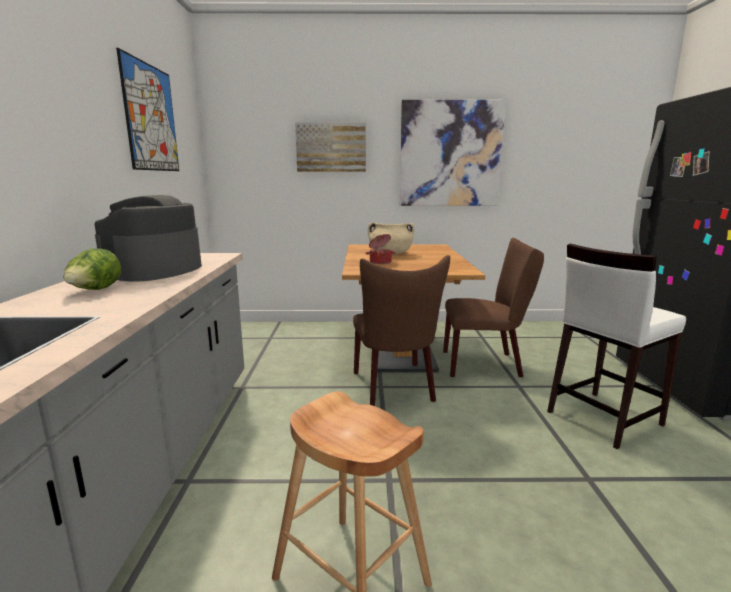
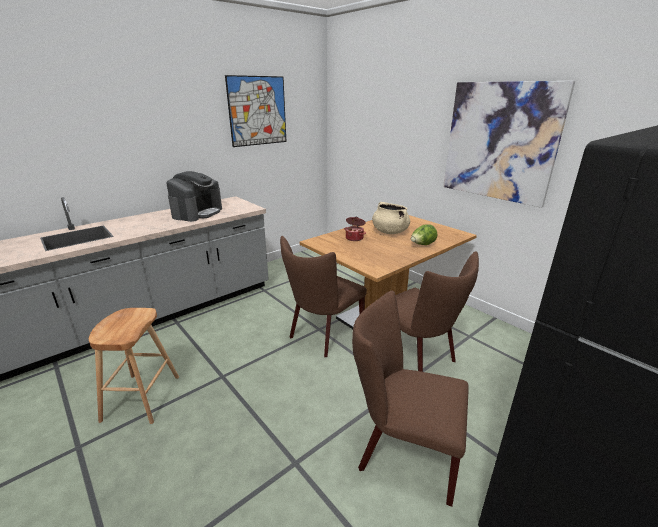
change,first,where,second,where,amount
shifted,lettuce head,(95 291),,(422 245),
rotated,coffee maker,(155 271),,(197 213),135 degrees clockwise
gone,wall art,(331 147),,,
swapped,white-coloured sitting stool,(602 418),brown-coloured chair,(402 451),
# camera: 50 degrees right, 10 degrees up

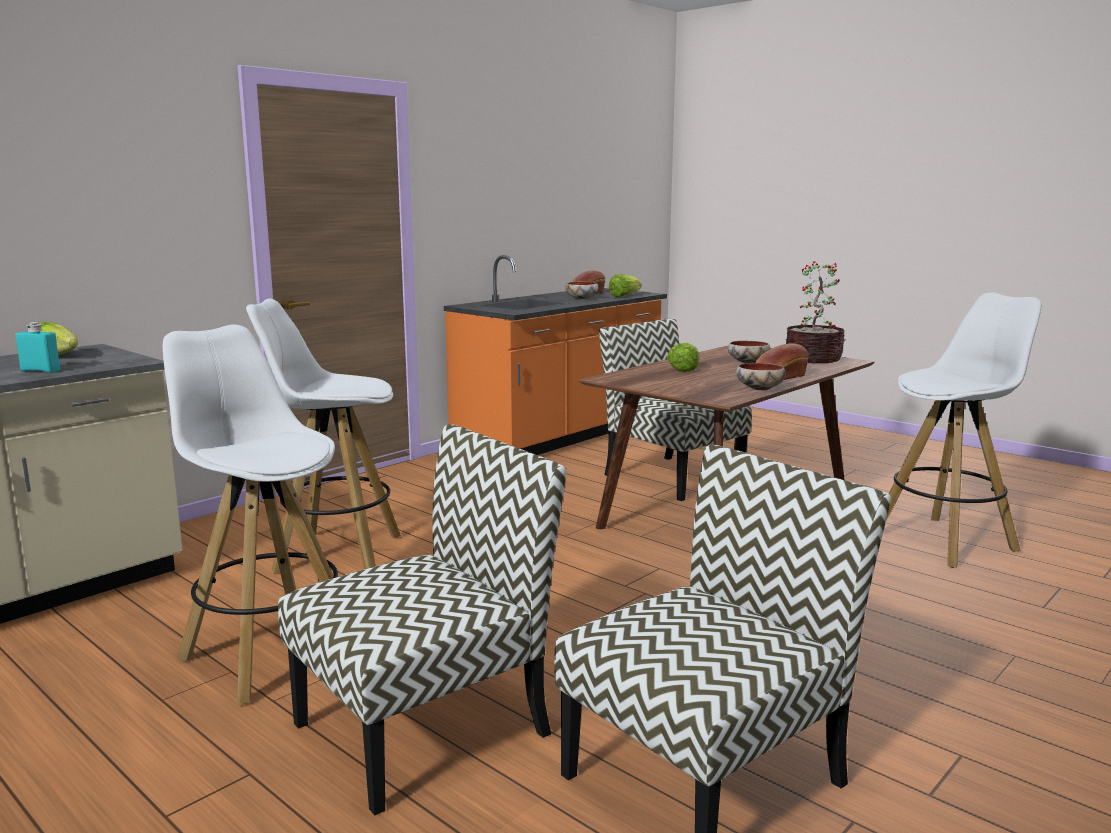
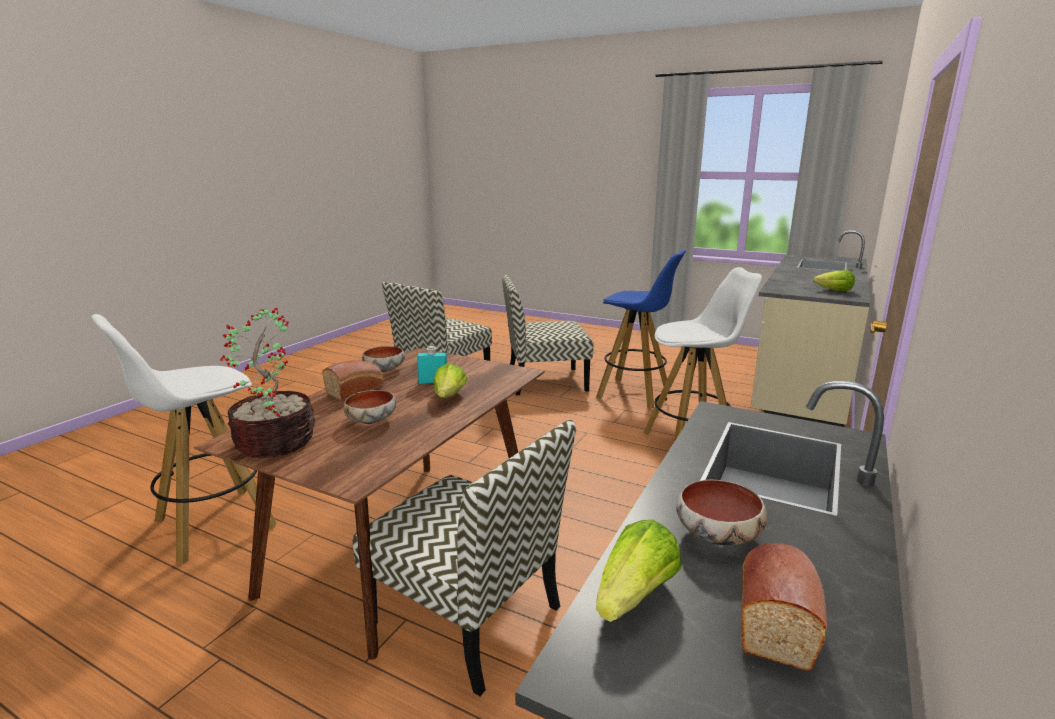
change,first,where,second,where,amount
shifted,turquoise-coloured bottle,(40 370),,(433 382),
repainted,white-coloured sitting stool,(270 654),blue-coloured sitting stool,(635 393),
rotated,chair,(425 726),,(545 381),45 degrees clockwise
# camera: 165 degrees right, 5 degrees up

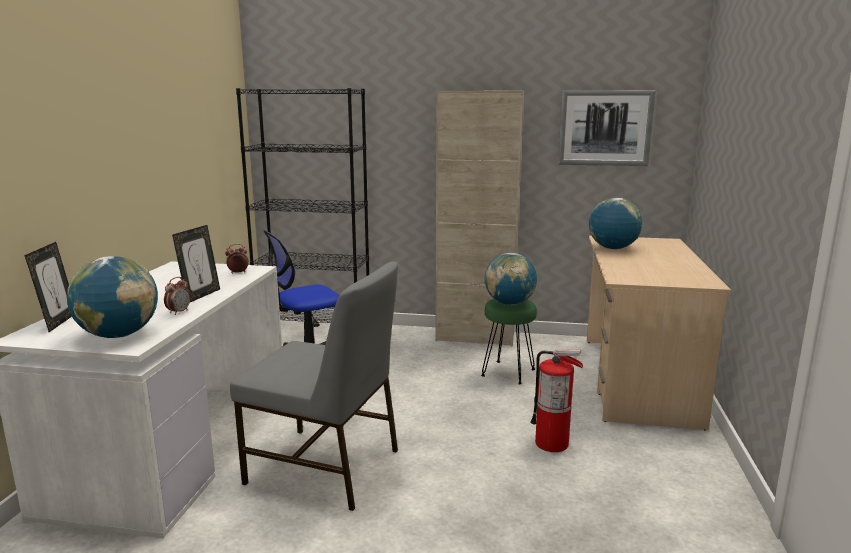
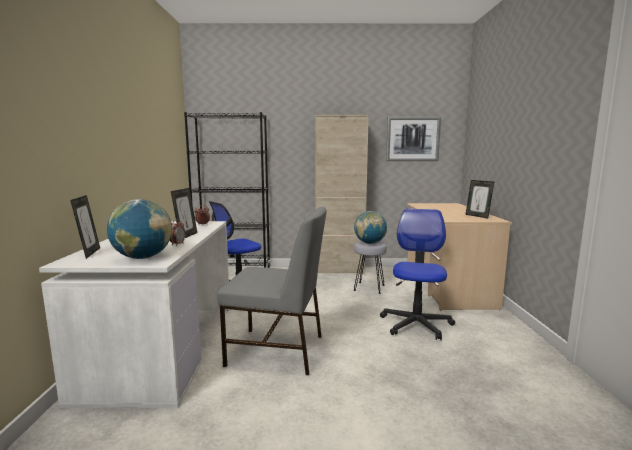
change,first,where,second,where,amount
repainted,green sitting stool,(507 372),gray sitting stool,(368 288),
swapped,extinguisher,(552 443),desk chair,(416 324),
gone,world globe,(613 248),,,
new,,,standing frame,(477 216),
# camera: 10 degrees left, 5 degrees down

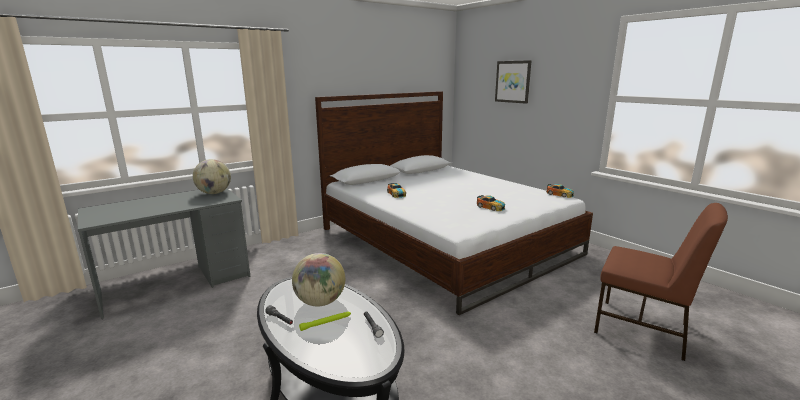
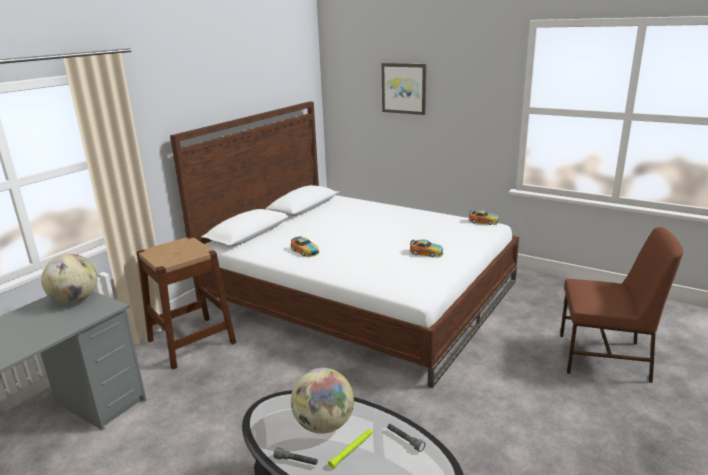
change,first,where,second,where,amount
new,,,brown-coloured sitting stool,(191 342),
# camera: 20 degrees left, 5 degrees up

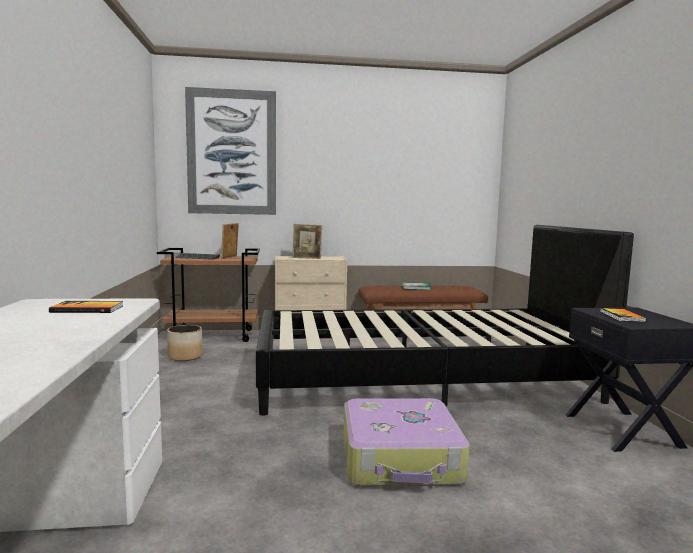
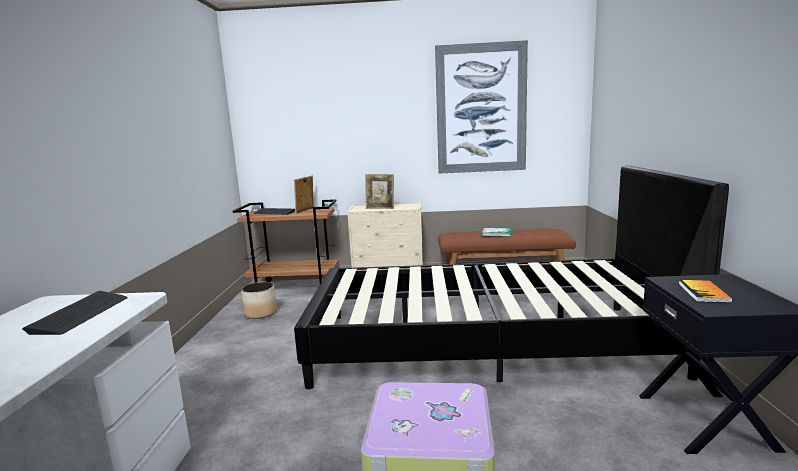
change,first,where,second,where,amount
swapped,volume,(87 309),keyboard,(80 314),
shifted,wall art,(232 152),,(481 109),
# camera: 10 degrees right, 5 degrees up

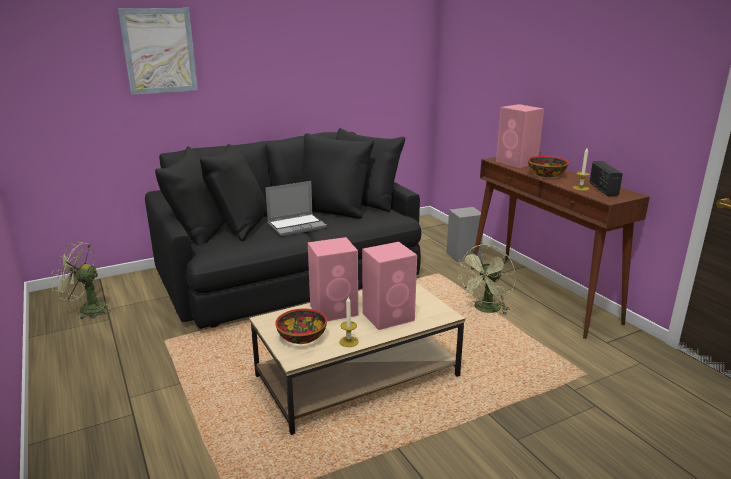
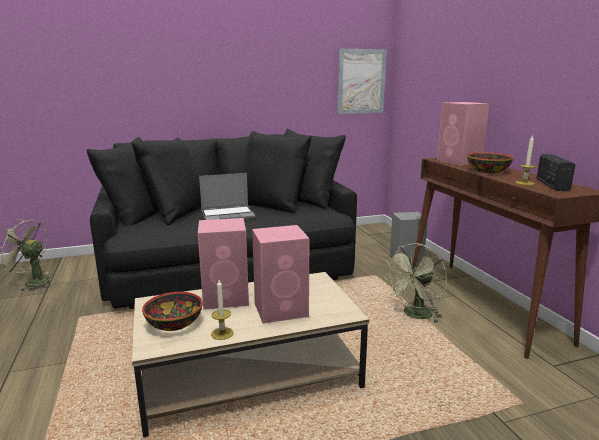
change,first,where,second,where,amount
shifted,wall art,(159 51),,(361 81),
# camera: 10 degrees right, 5 degrees down

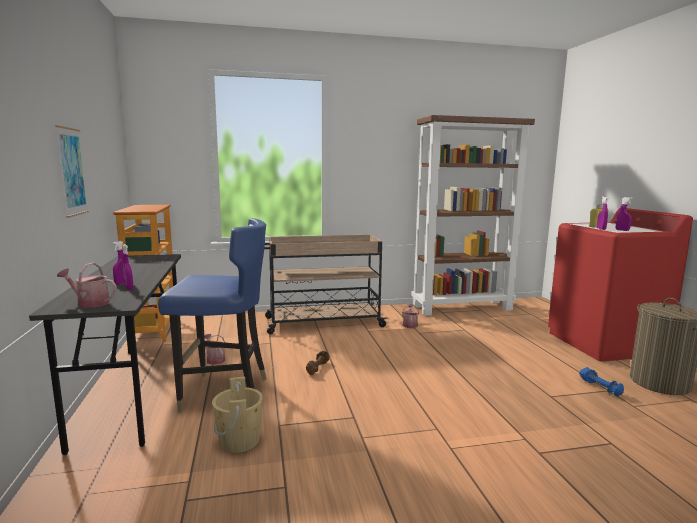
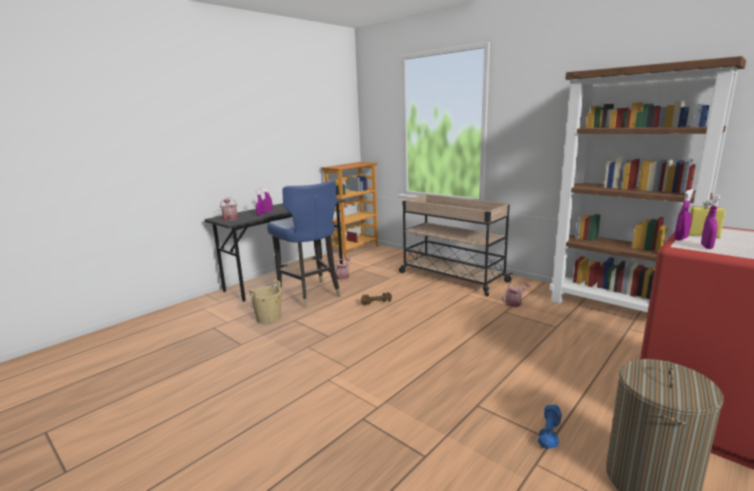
change,first,where,second,where,amount
gone,wall art,(72 172),,,
# camera: 55 degrees right, 5 degrees up

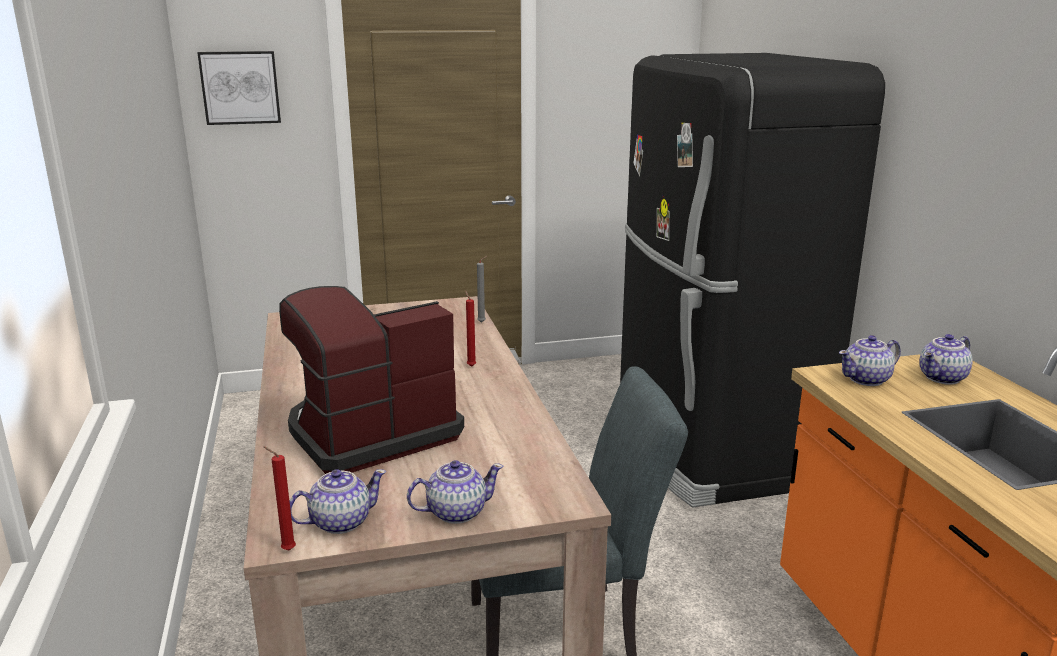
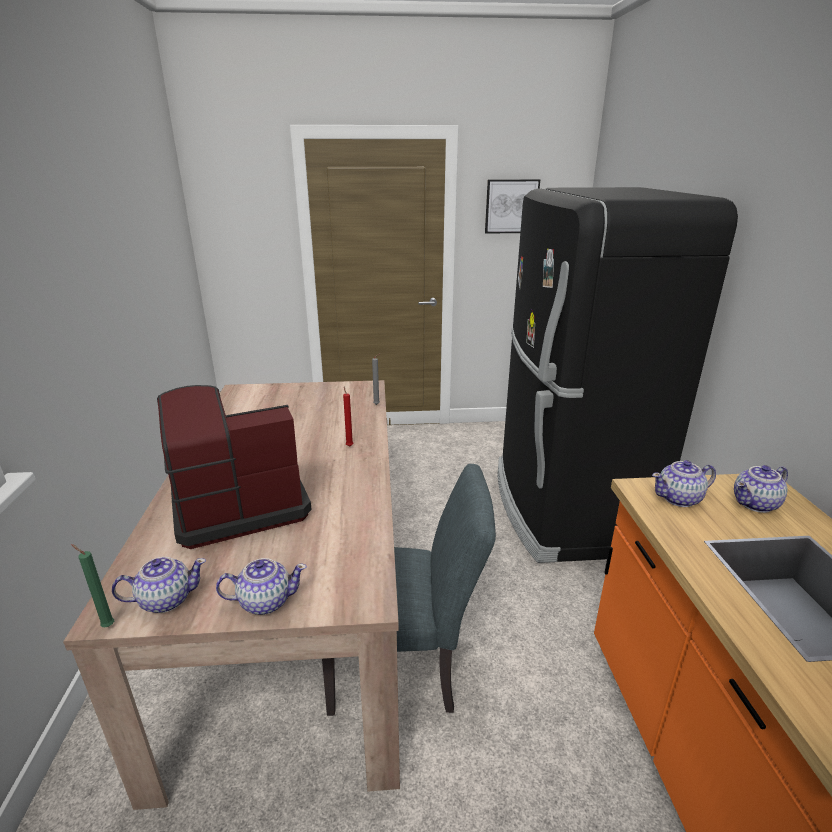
change,first,where,second,where,amount
shifted,wall art,(240 87),,(511 206),
repainted,red-coloured candle,(286 550),green candle,(107 626),
# camera: 10 degrees right, 5 degrees up

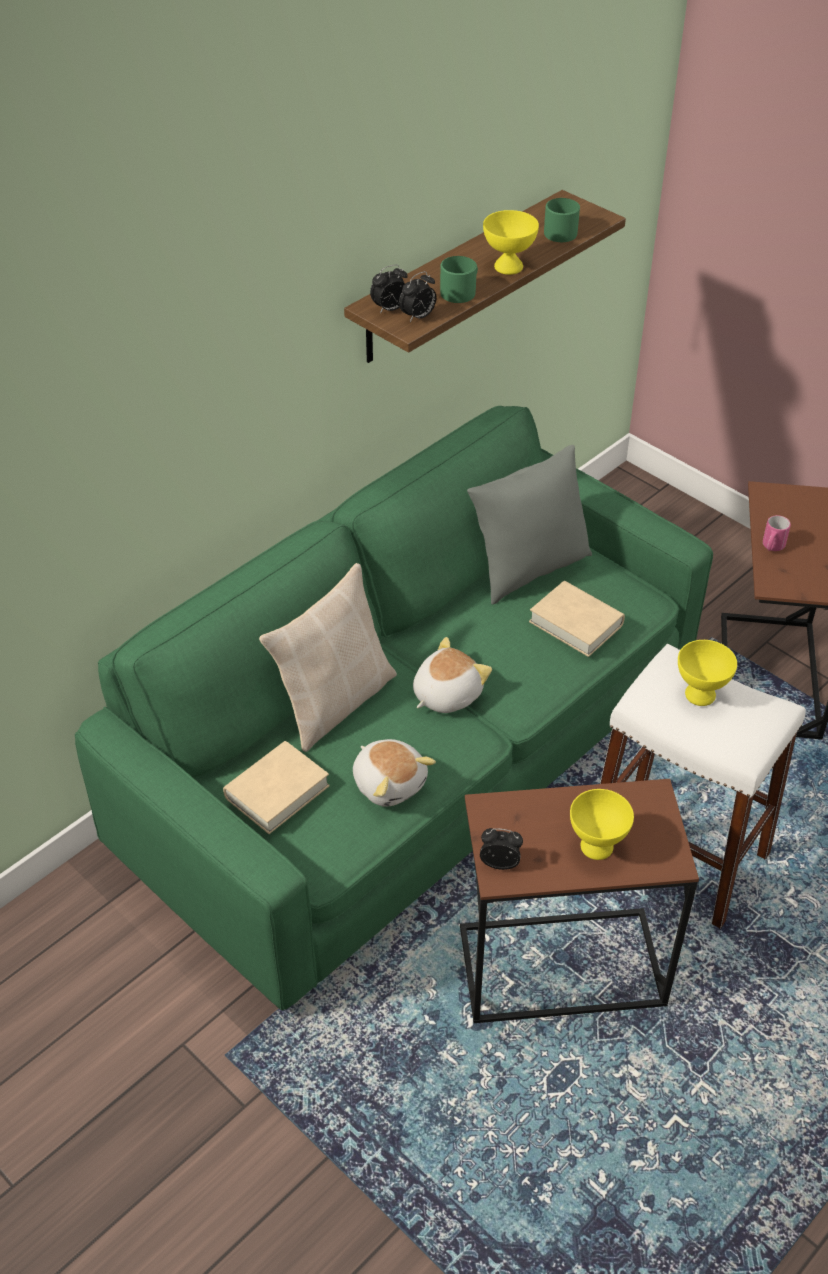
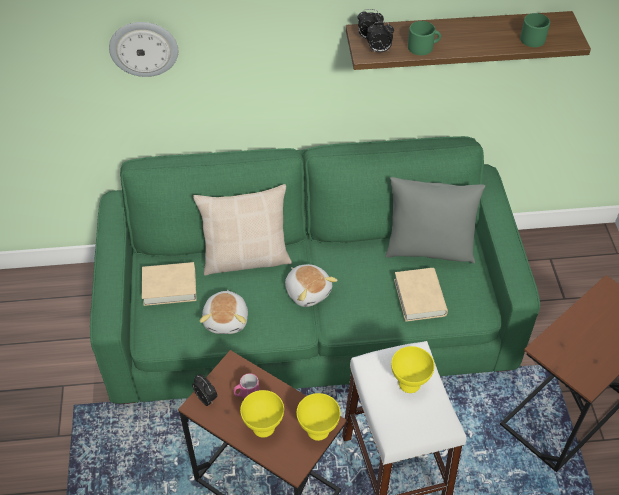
change,first,where,second,where,amount
rotated,cuddly toy,(445 694),,(308 291),60 degrees clockwise
shifted,yellowish bowl,(508 266),,(318 430),
shifted,pinkish tea mug,(772 547),,(246 394),
new,,,hanging clock,(143 48),
# camera: 40 degrees right, 5 degrees up

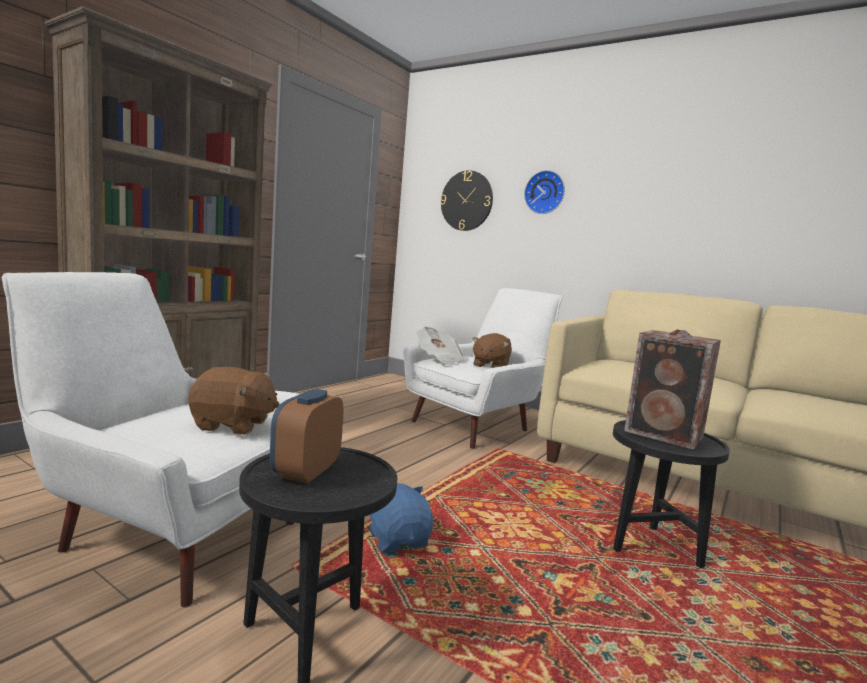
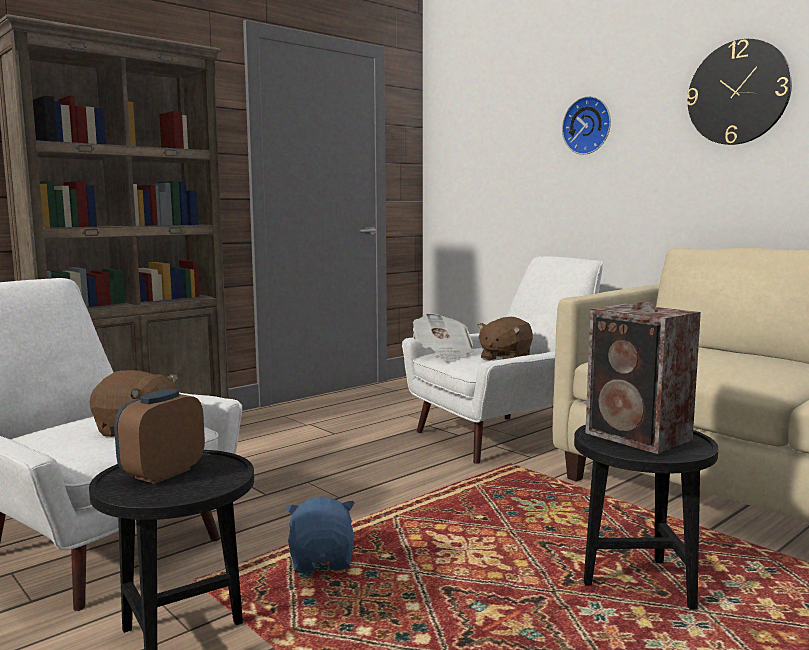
change,first,where,second,where,amount
shifted,hanging clock,(466 201),,(738 92),
# camera: 15 degrees right, 0 degrees up

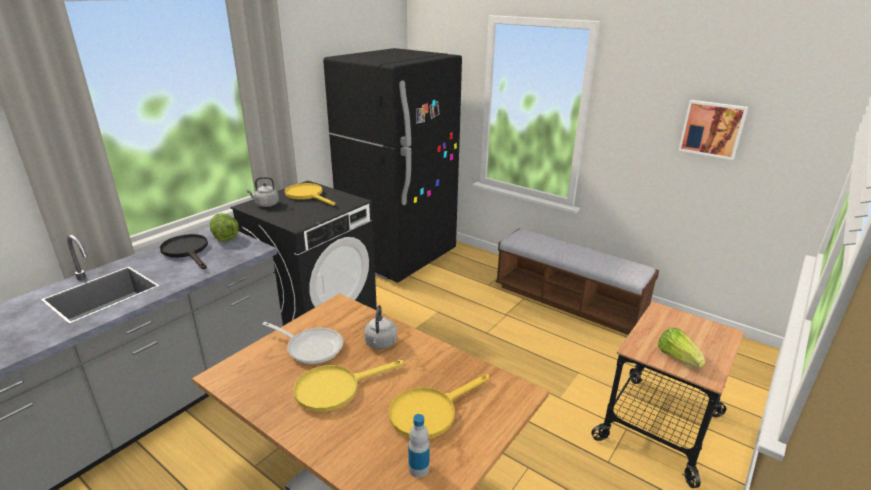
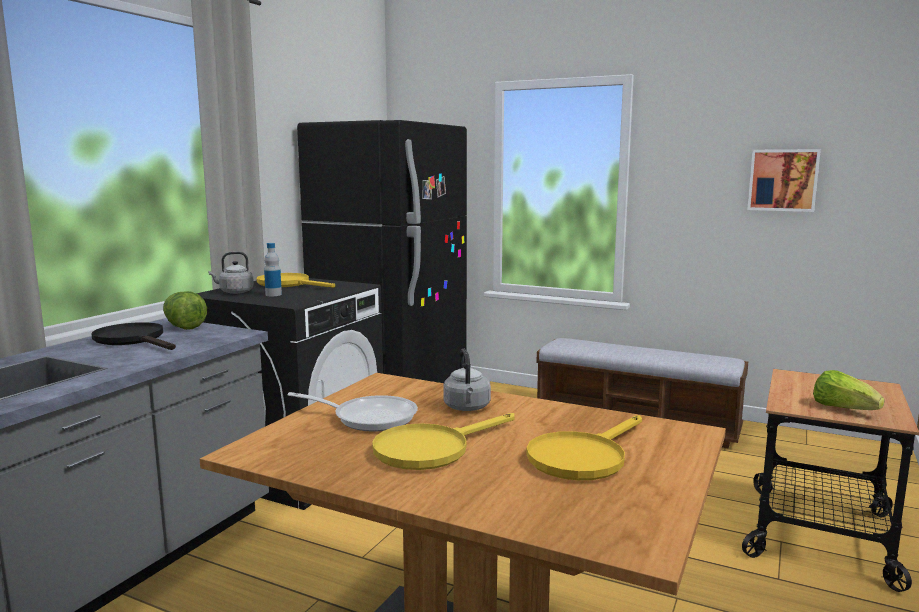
change,first,where,second,where,amount
shifted,bottle,(419 468),,(273 294),
# camera: 10 degrees left, 15 degrees down

